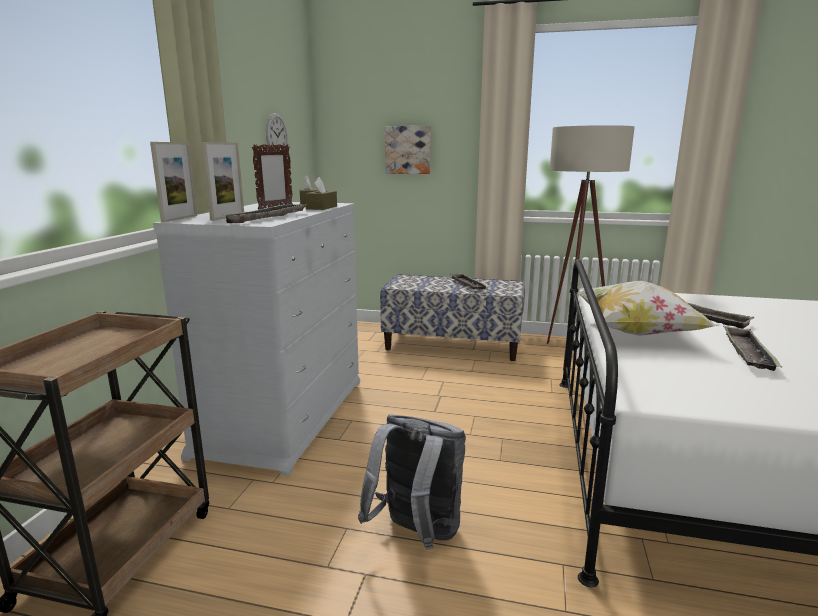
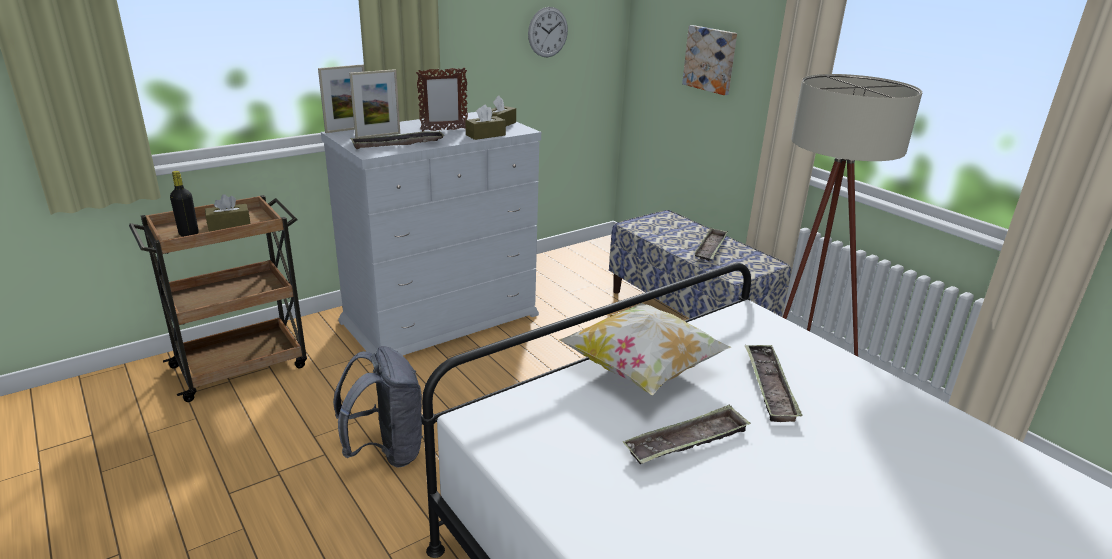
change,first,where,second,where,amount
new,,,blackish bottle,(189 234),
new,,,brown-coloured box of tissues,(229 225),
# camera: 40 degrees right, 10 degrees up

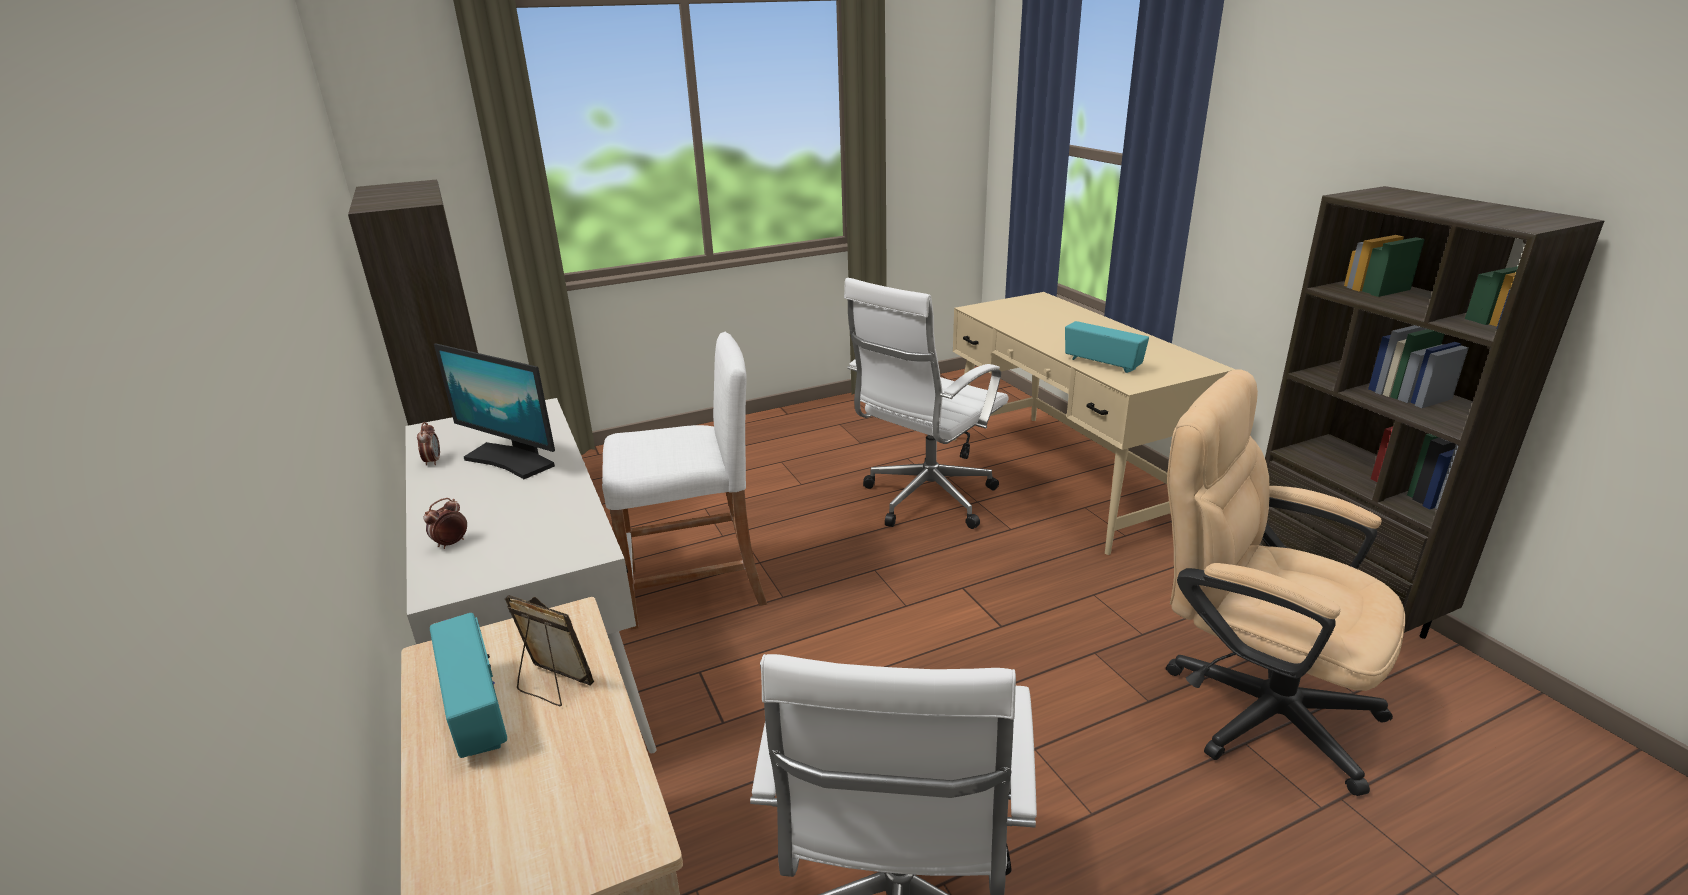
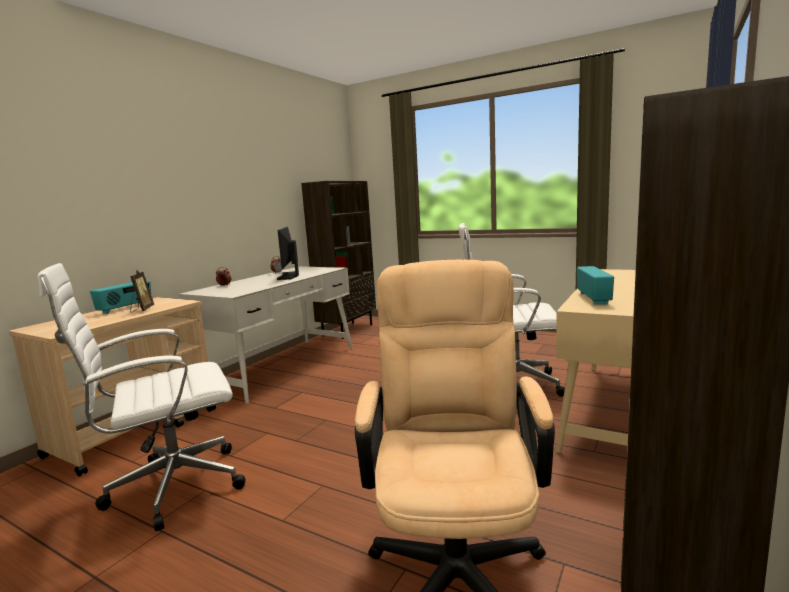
change,first,where,second,where,amount
gone,white-coloured sitting stool,(695 587),,,
# camera: 55 degrees right, 15 degrees down

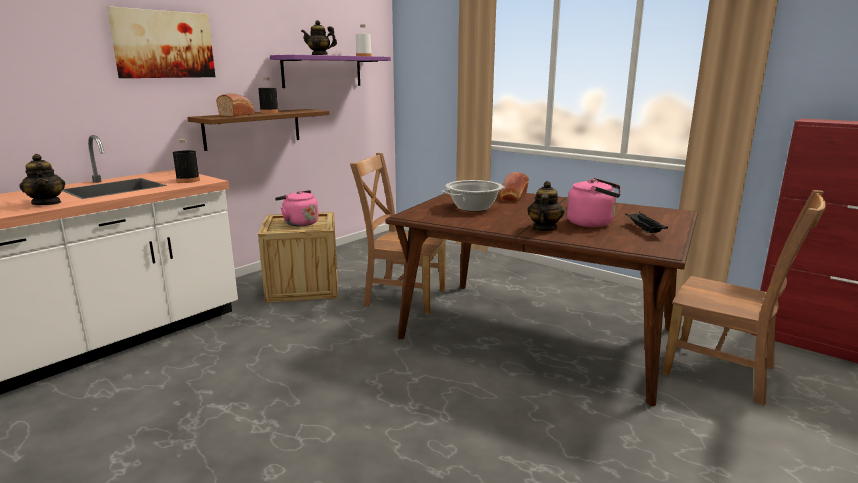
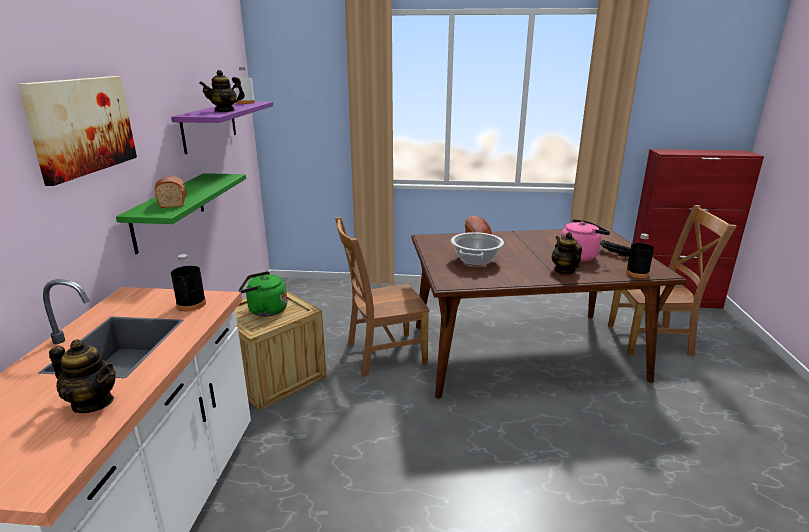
change,first,where,second,where,amount
repainted,brown-coloured wall shelf,(253 128),green wall shelf,(169 211),
shifted,blackish bottle,(269 112),,(637 273),
repainted,pinkish kettle,(299 223),green kettle,(265 310),
# camera: 35 degrees left, 5 degrees up

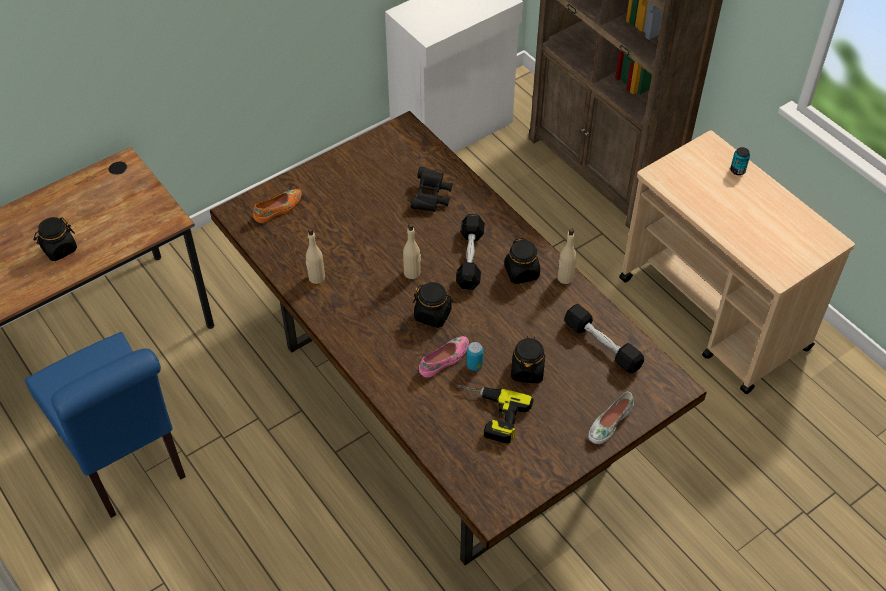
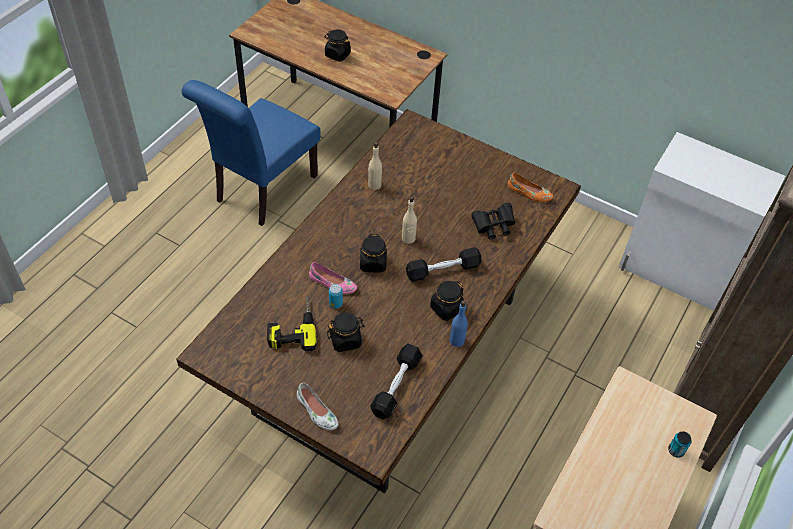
change,first,where,second,where,amount
shifted,orange low shoe,(278 209),,(529 193),
repainted,beige-coloured bottle,(565 278),blue-coloured bottle,(456 340),
rotated,white-coloured low shoe,(609 423),,(316 411),150 degrees counterclockwise
# camera: 65 degrees right, 0 degrees up

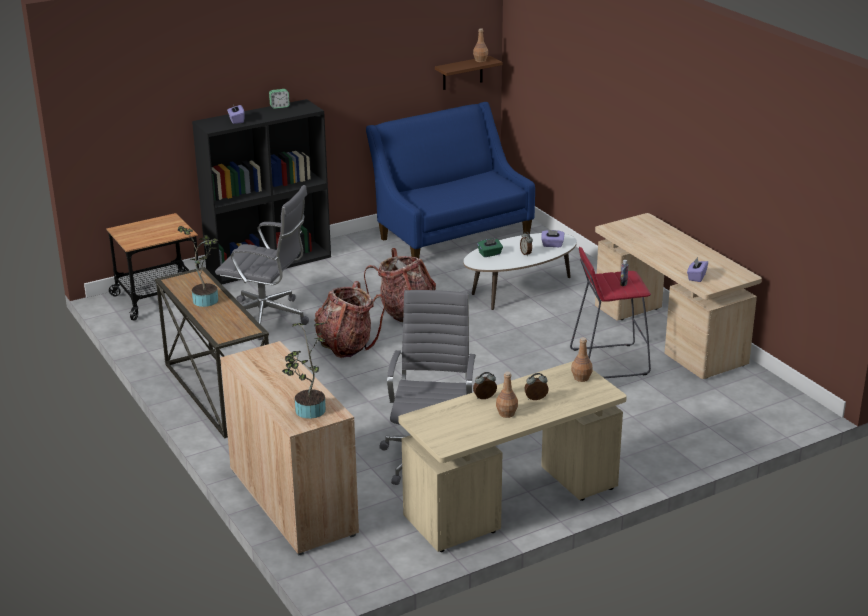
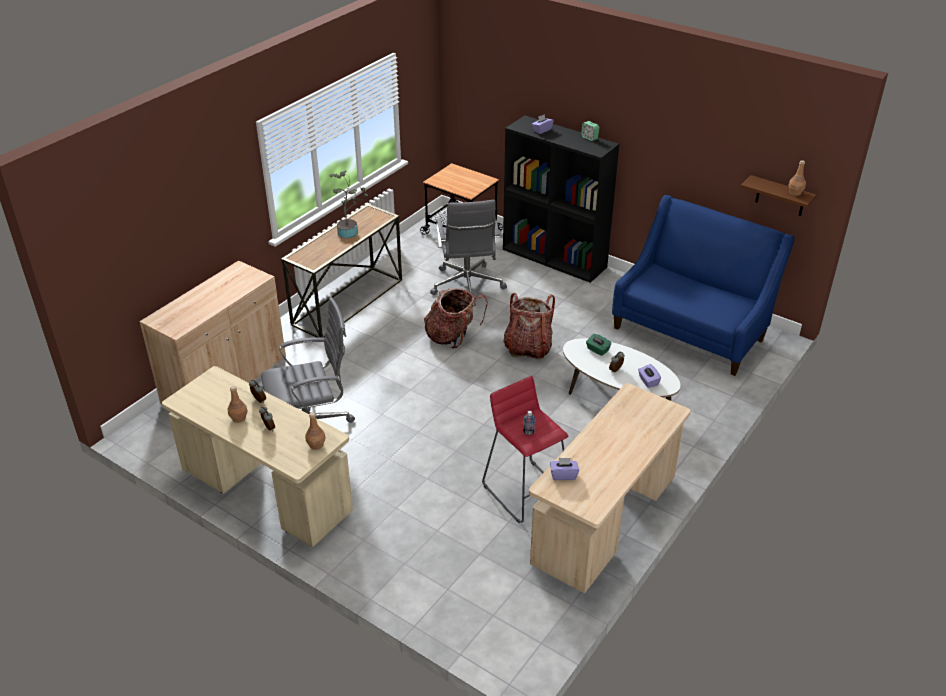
change,first,where,second,where,amount
gone,potted plant,(308 412),,,
# camera: 65 degrees right, 10 degrees up

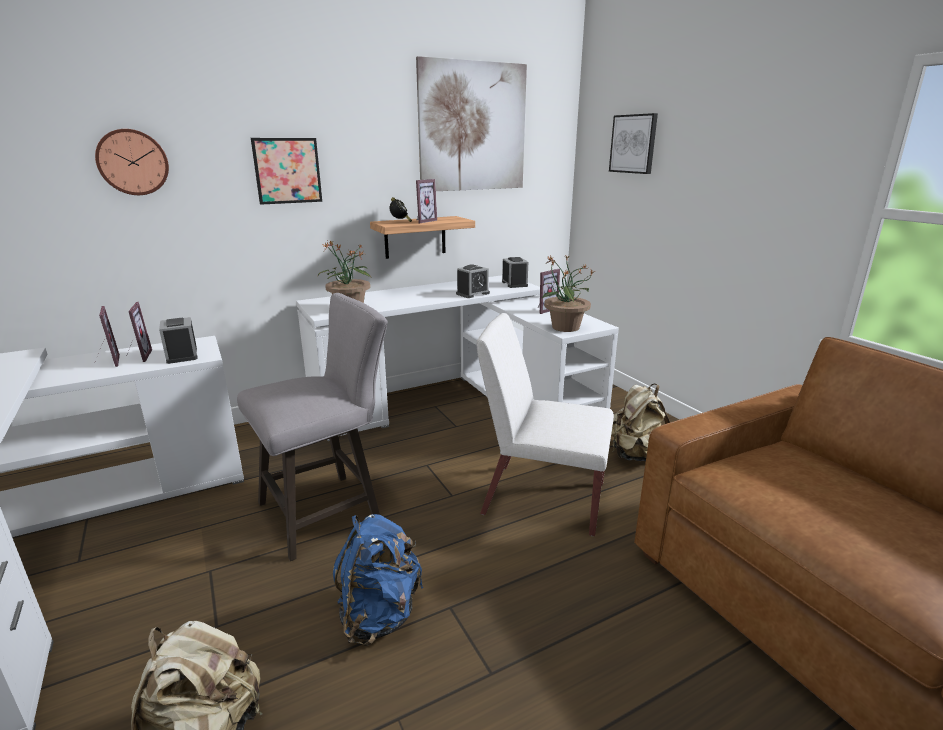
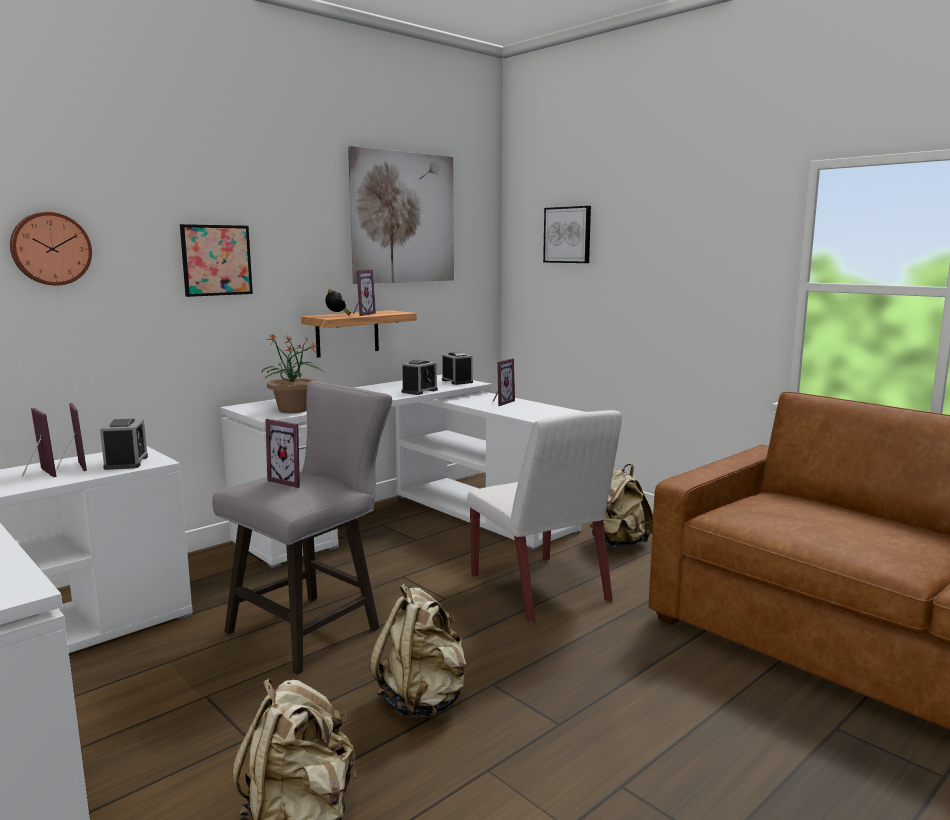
change,first,where,second,where,amount
rotated,table clock,(182 355),,(126 462),150 degrees counterclockwise
repainted,blue-coloured rucksack,(379 614),beige-coloured rucksack,(423 700),
rotated,white-coloured chair,(542 498),,(540 589),120 degrees counterclockwise
gone,potted plant,(564 327),,,
new,,,standing frame,(291 481),
# camera: 15 degrees left, 10 degrees down

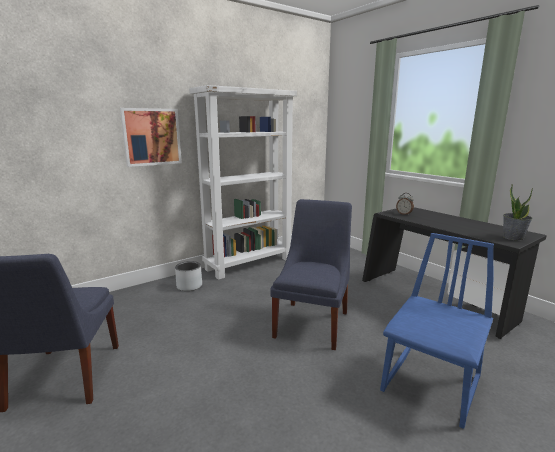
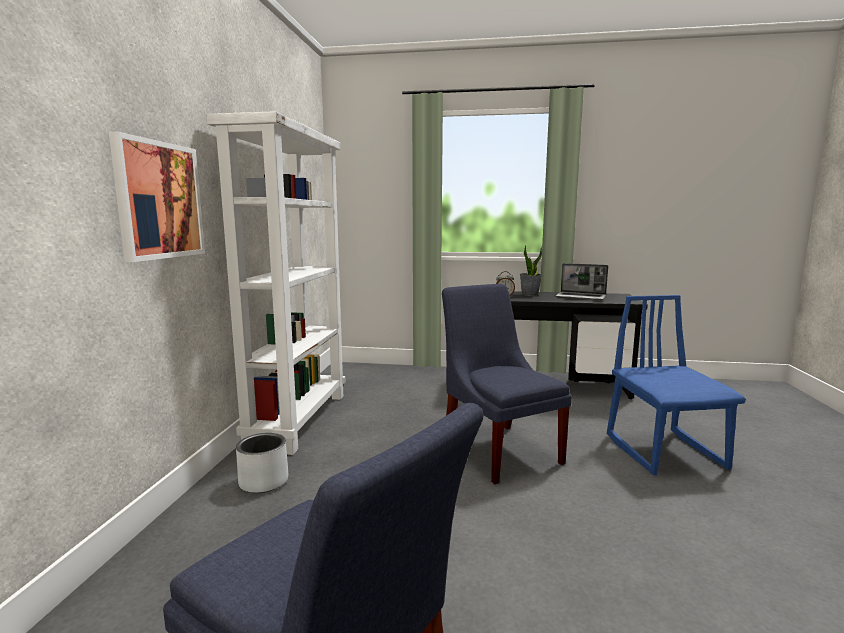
change,first,where,second,where,amount
shifted,potted plant,(513 237),,(529 294),
new,,,laptop,(581 297),
# camera: 45 degrees left, 5 degrees down

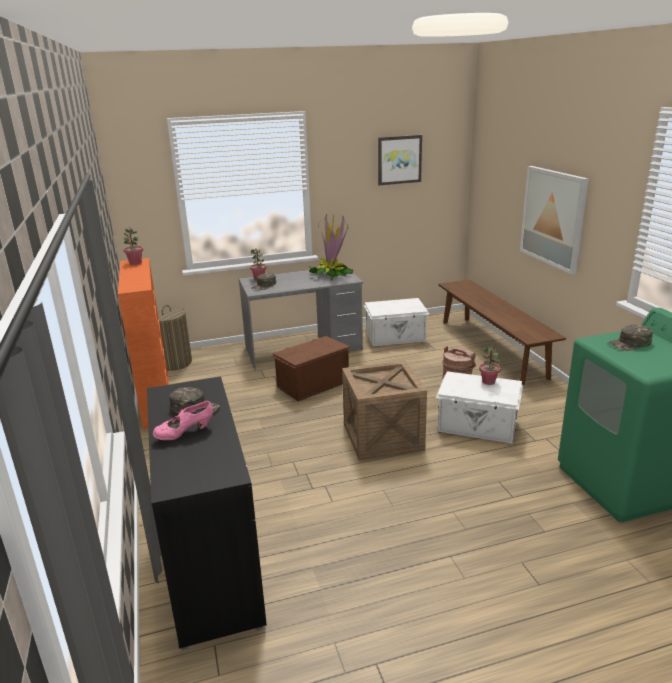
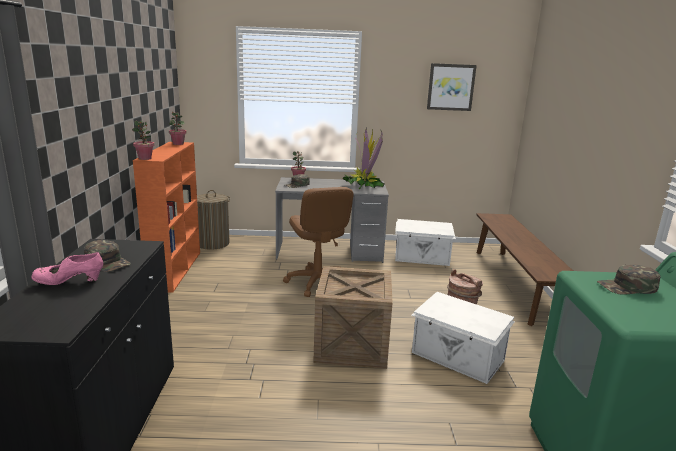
change,first,where,second,where,amount
swapped,brown-coloured storage box,(312 384),brown-coloured desk chair,(317 283),
shifted,potted plant,(488 382),,(145 158),
gone,wall art,(553 217),,,
# camera: 15 degrees right, 5 degrees down

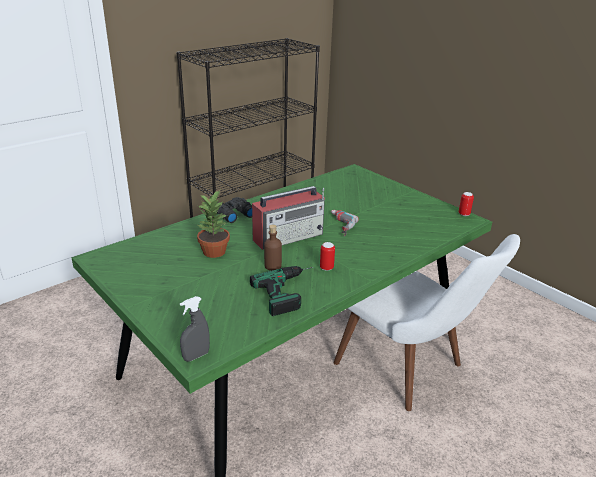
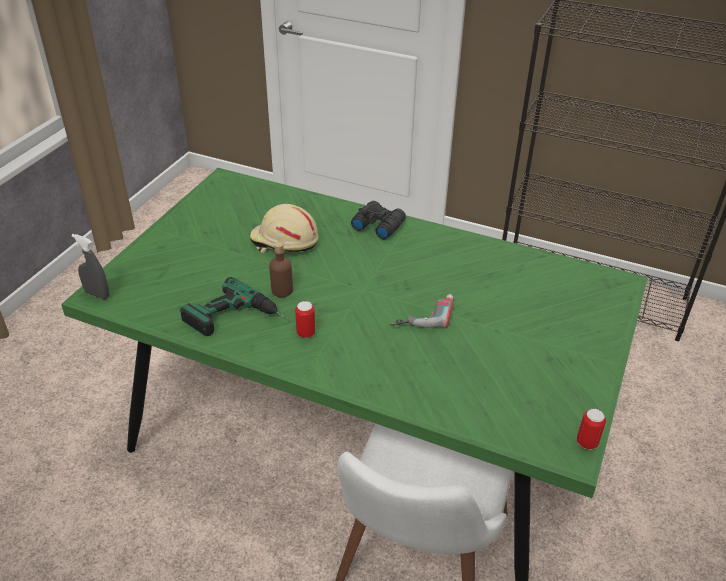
change,first,where,second,where,amount
swapped,potted plant,(215 252),beige-coloured work helmet,(284 241),
gone,radio set,(289 237),,,
# camera: 65 degrees right, 10 degrees up

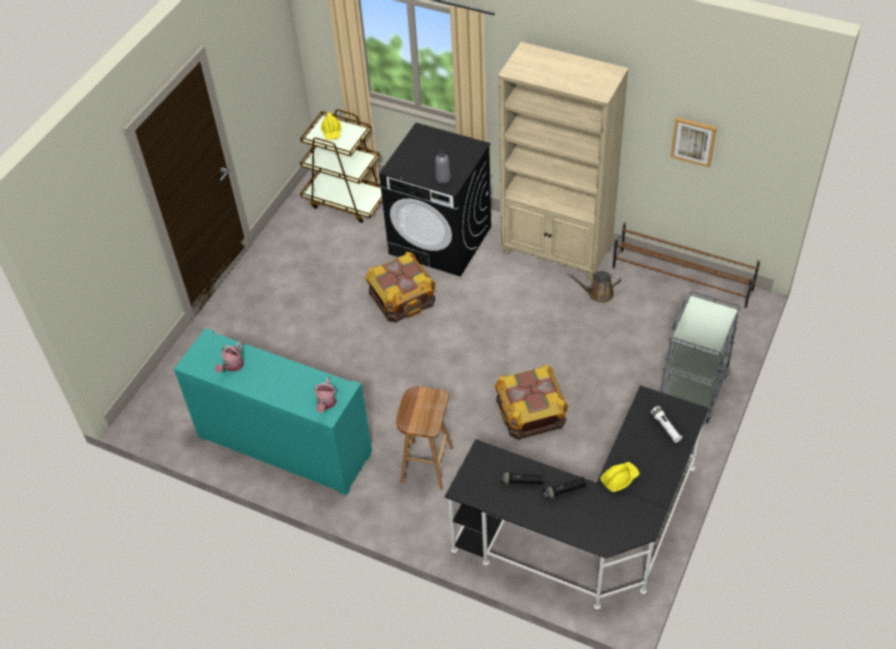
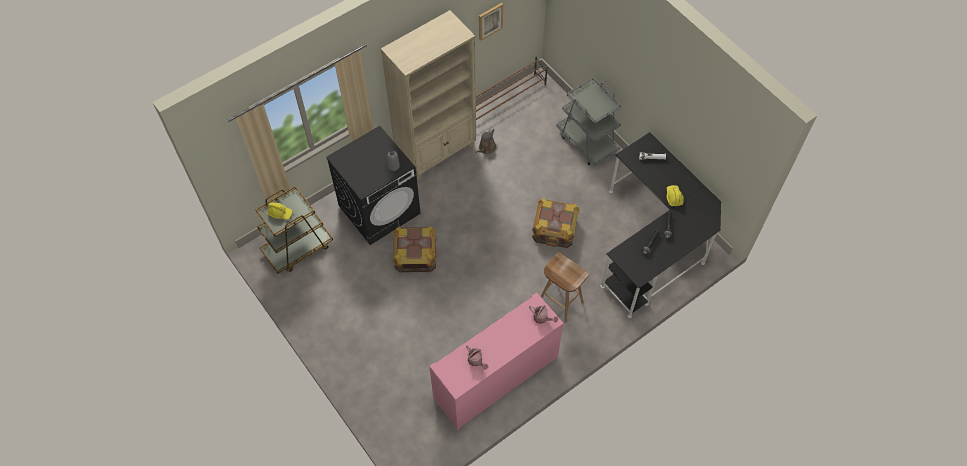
change,first,where,second,where,amount
repainted,turquoise-coloured cabinet,(284 444),pinkish cabinet,(496 377),
# camera: 65 degrees left, 10 degrees up

